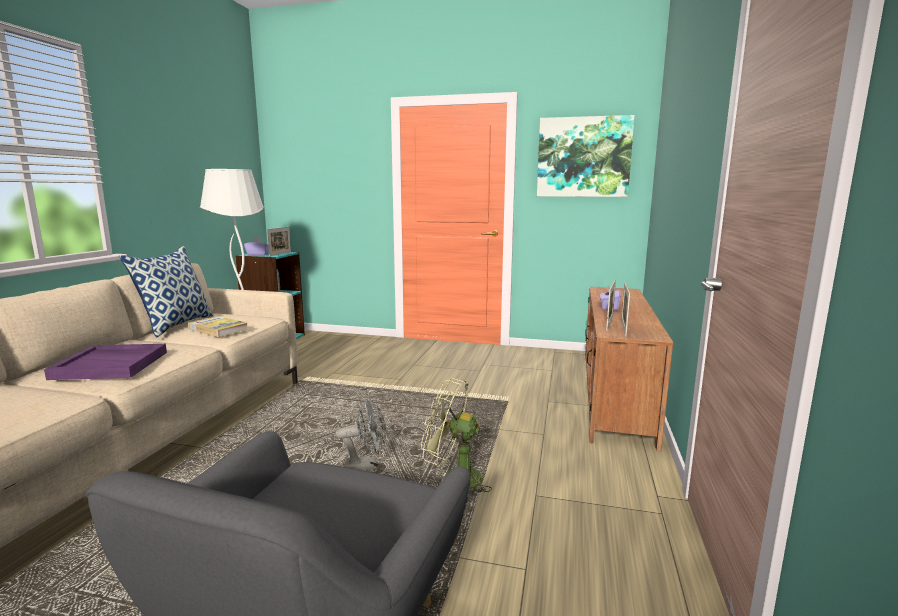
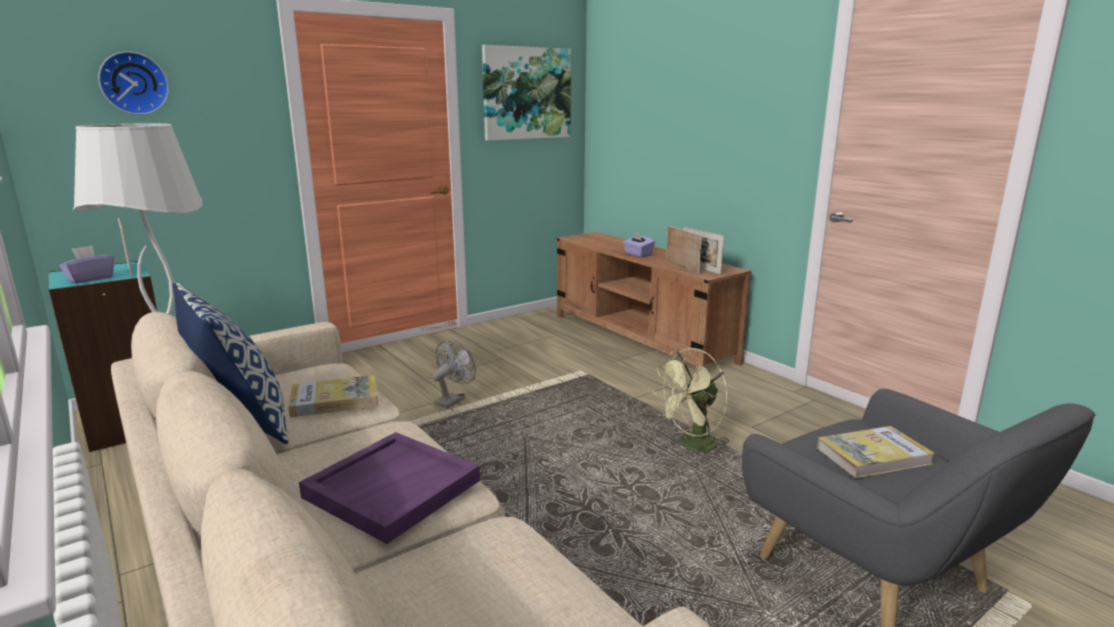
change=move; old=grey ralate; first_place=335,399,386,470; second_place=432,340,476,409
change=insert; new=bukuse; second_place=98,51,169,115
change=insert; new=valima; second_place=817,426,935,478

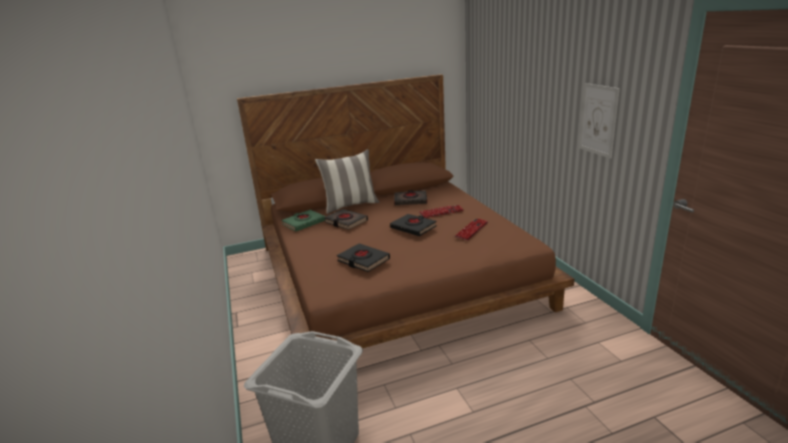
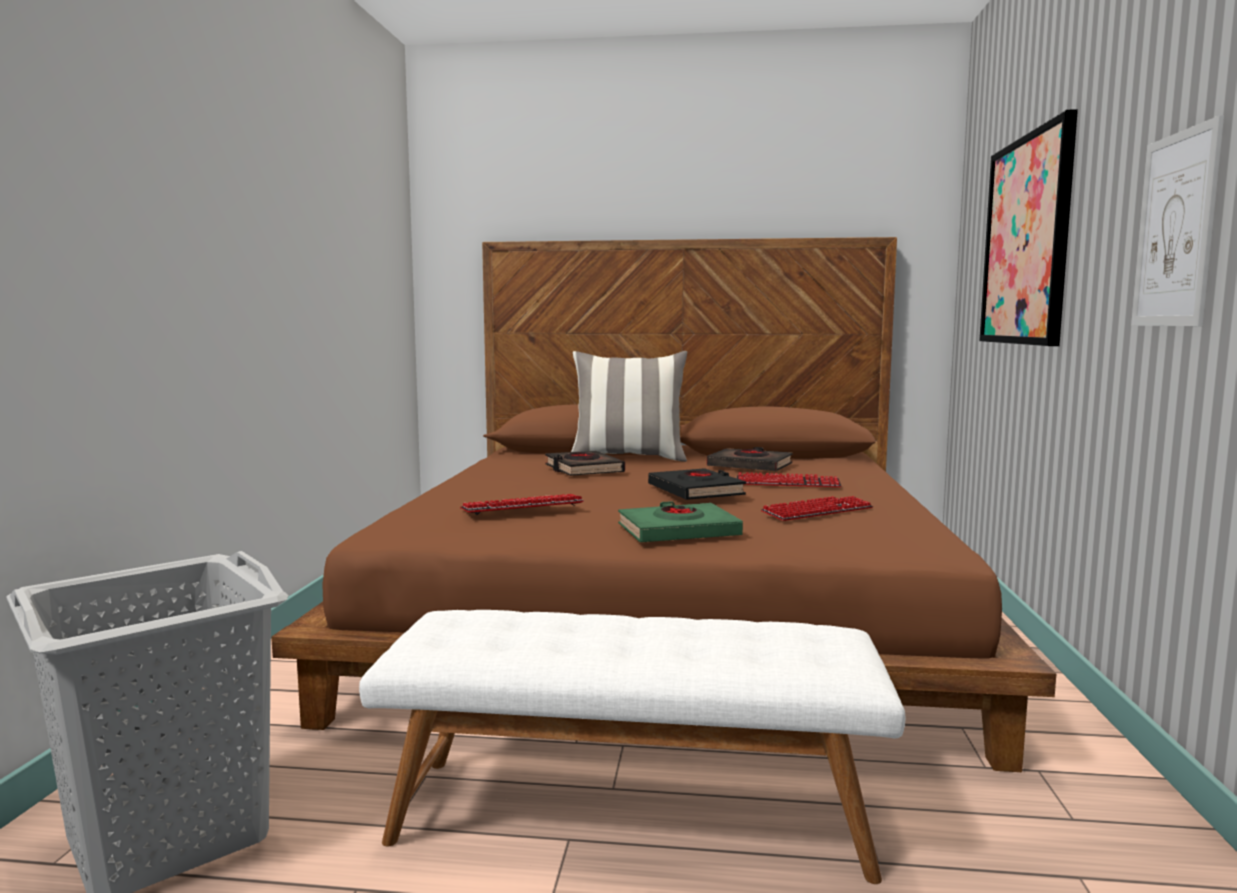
change=move; old=green valima; first_place=282,210,325,231; second_place=618,501,743,542
change=replace; old=black valima; new=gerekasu; first_place=337,244,390,272; second_place=460,494,584,515
change=insert; new=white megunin; second_place=359,610,905,884
change=insert; new=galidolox; second_place=979,109,1078,346

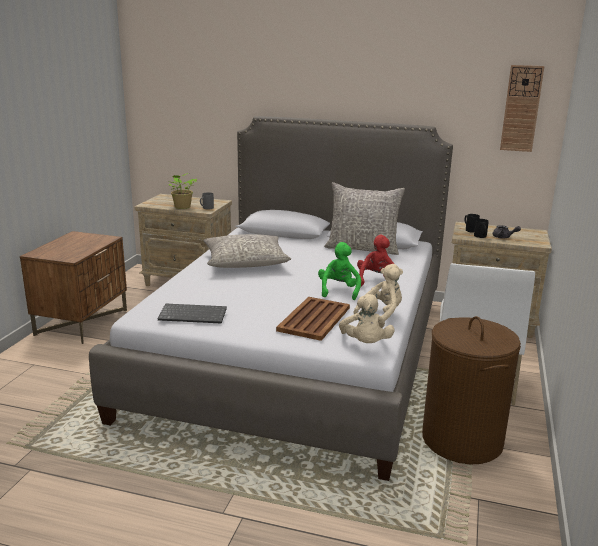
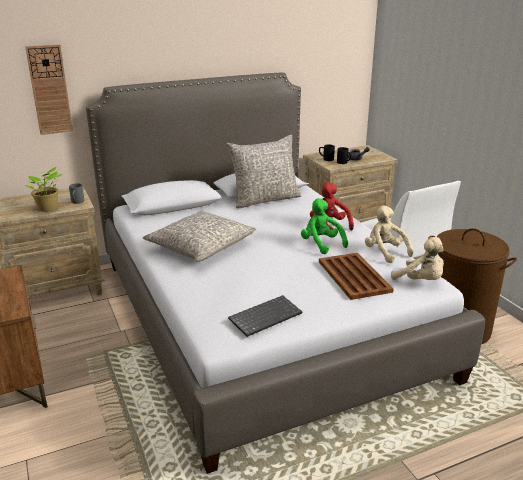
change=rotate; old=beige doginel; first_place=353,264,403,321; second_place=365,205,414,263; degrees=-45
change=move; old=bukuse; first_place=500,65,545,152; second_place=25,44,73,135

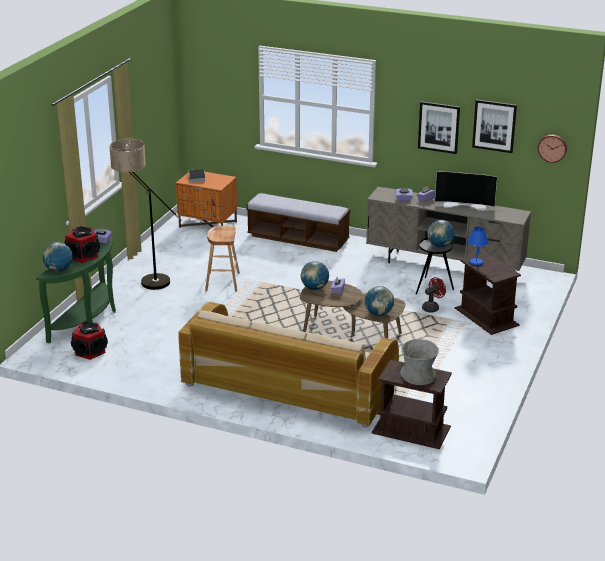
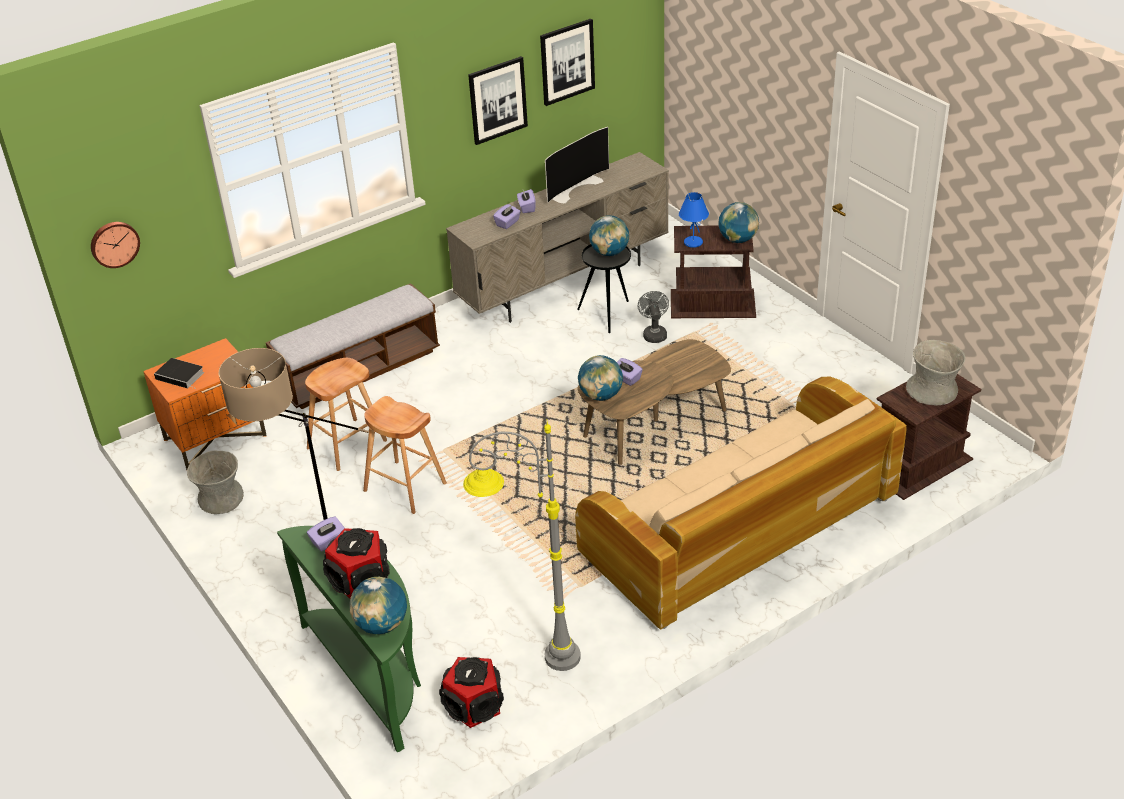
change=move; old=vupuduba; first_place=365,286,394,316; second_place=718,202,759,243
change=recolor; old=red ralate; new=grey ralate; first_place=422,277,446,313; second_place=638,291,669,343
change=move; old=bukuse; first_place=538,135,567,163; second_place=91,222,140,268
change=insert; new=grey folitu; second_place=187,451,244,514
change=insert; new=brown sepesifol; second_place=305,358,387,471
change=insert; new=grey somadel; second_place=463,419,581,671

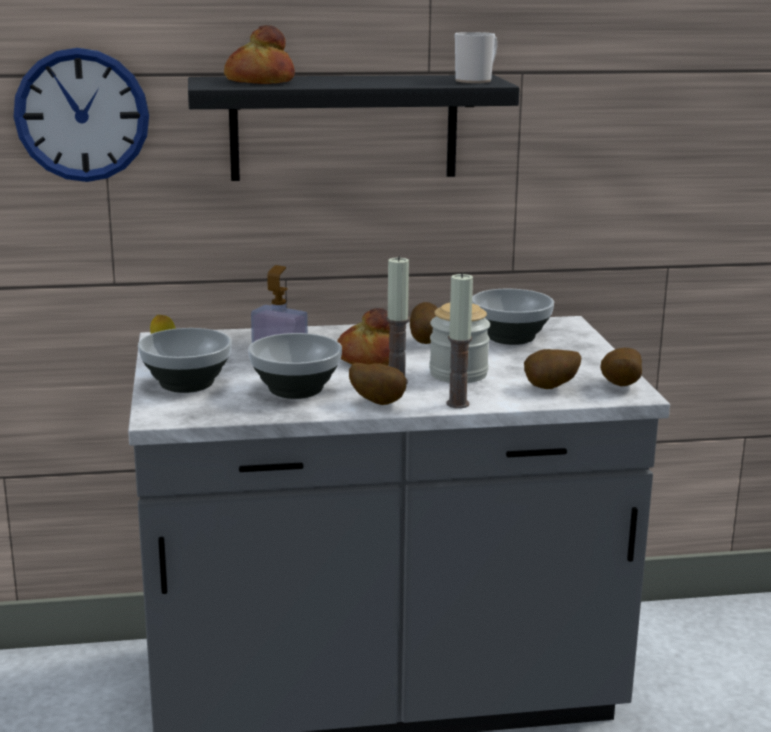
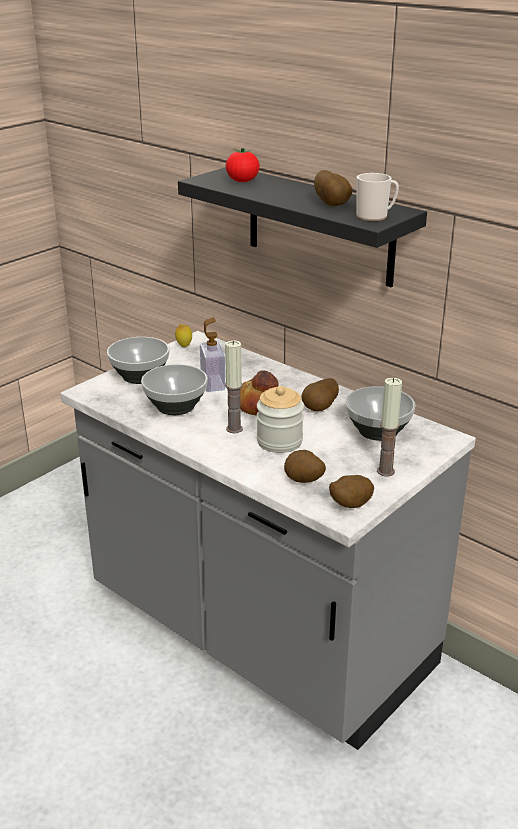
change=delete; old=bukuse; first_place=14,48,149,182
change=replace; old=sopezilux; new=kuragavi; first_place=224,25,295,84; second_place=226,147,260,182
change=move; old=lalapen; first_place=349,363,406,405; second_place=314,170,352,206
change=move; old=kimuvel; first_place=446,272,473,408; second_place=377,378,402,477

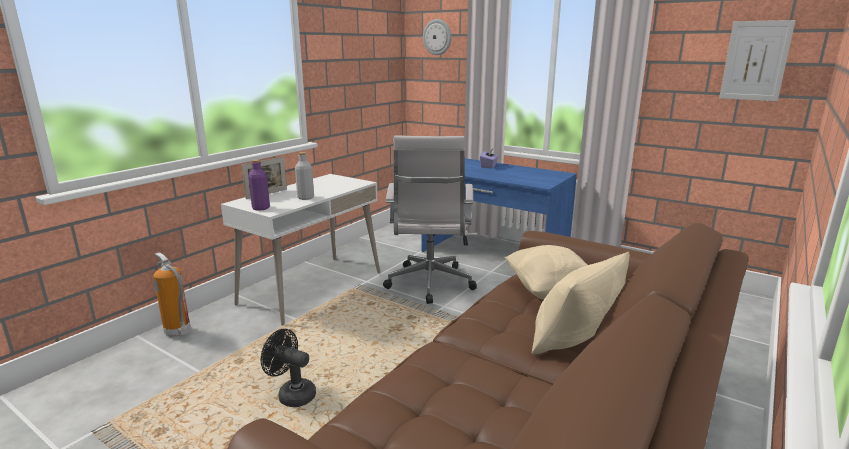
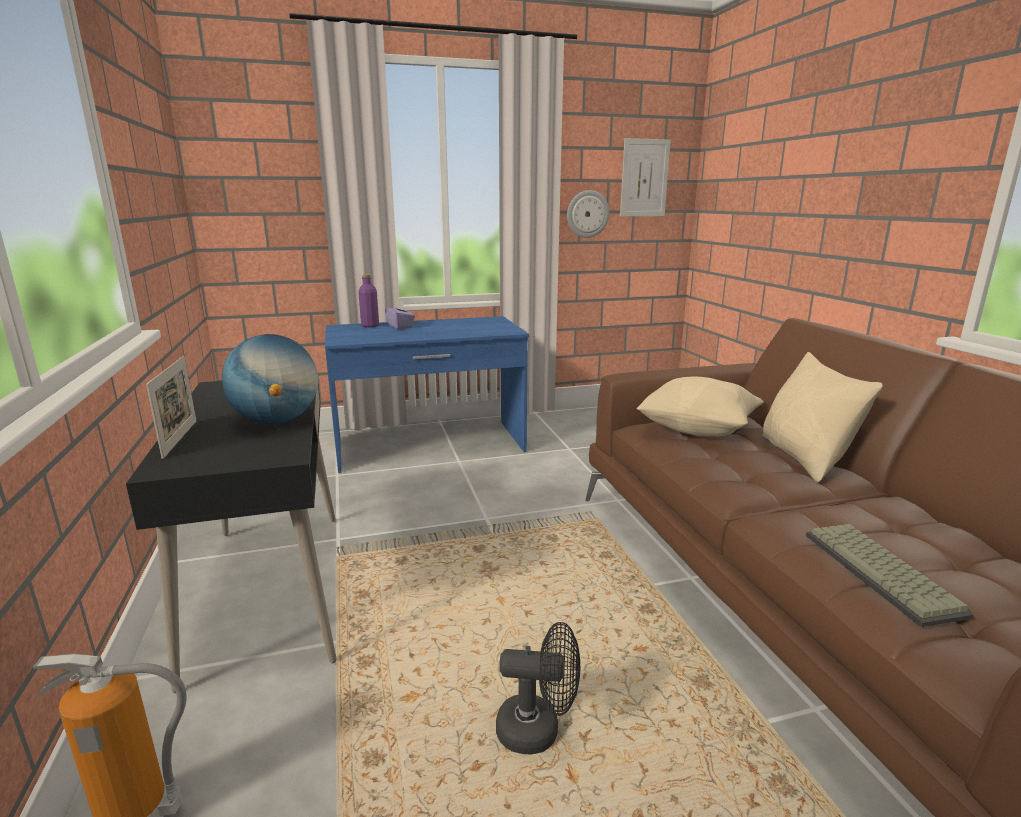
change=recolor; old=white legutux; new=black legutux; first_place=221,174,380,325; second_place=126,381,336,693
change=move; old=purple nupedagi; first_place=248,159,270,211; second_place=358,274,379,328
change=rotate; old=black ralate; first_place=261,329,316,407; second_place=496,622,580,754; degrees=-150
change=replace; old=grey nupedagi; new=vupuduba; first_place=295,152,314,200; second_place=222,334,318,424
change=delete; old=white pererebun; first_place=383,136,477,304
change=move; old=bukuse; first_place=423,19,452,55; second_place=567,190,609,238
change=insert; new=gerekasu; second_place=806,524,974,627

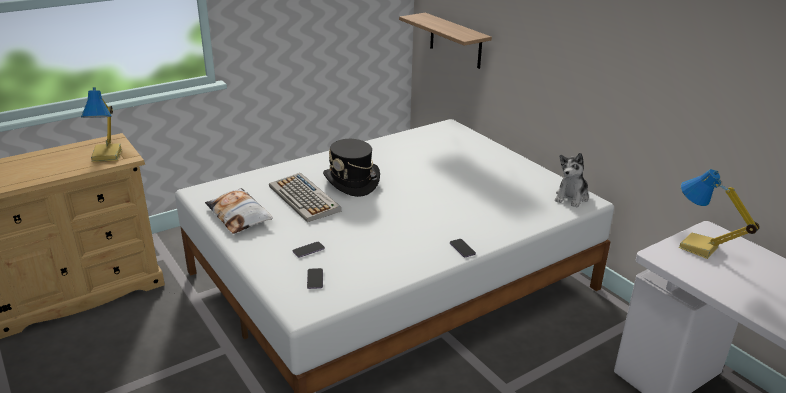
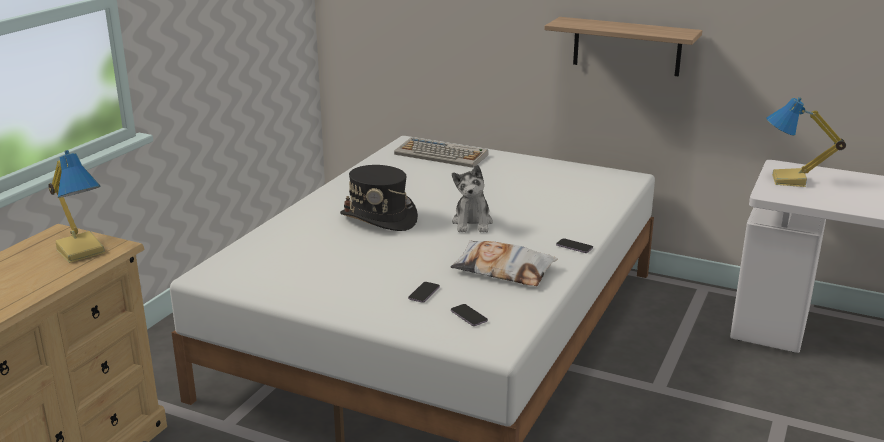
change=move; old=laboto; first_place=205,188,273,234; second_place=451,241,557,286
change=move; old=gerekasu; first_place=269,173,341,222; second_place=394,137,488,168
change=move; old=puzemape; first_place=399,13,492,69; second_place=544,17,702,76
change=move; old=doginel; first_place=555,153,589,208; second_place=452,164,493,232

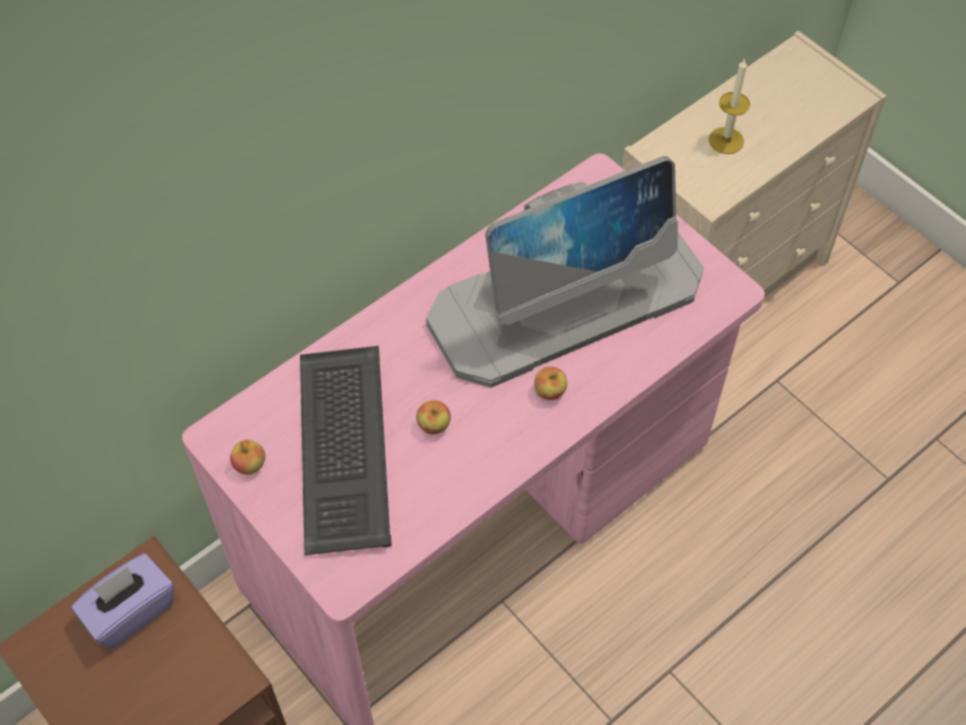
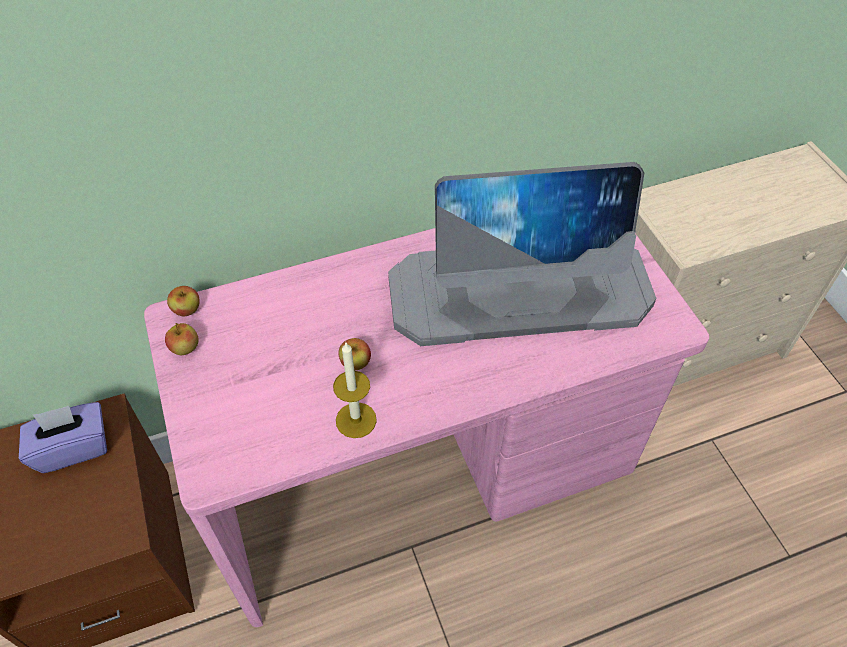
change=delete; old=gerekasu; first_place=300,346,392,555
change=move; old=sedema; first_place=534,367,567,400; second_place=167,286,200,317
change=move; old=kimuvel; first_place=709,58,750,154; second_place=333,343,377,438

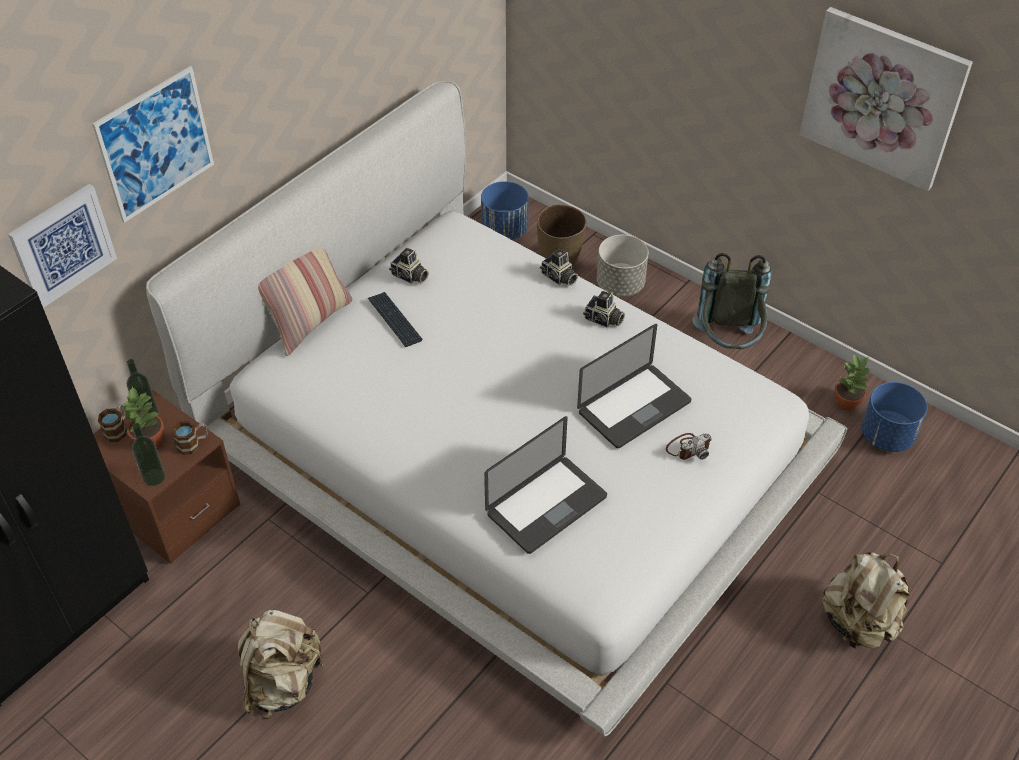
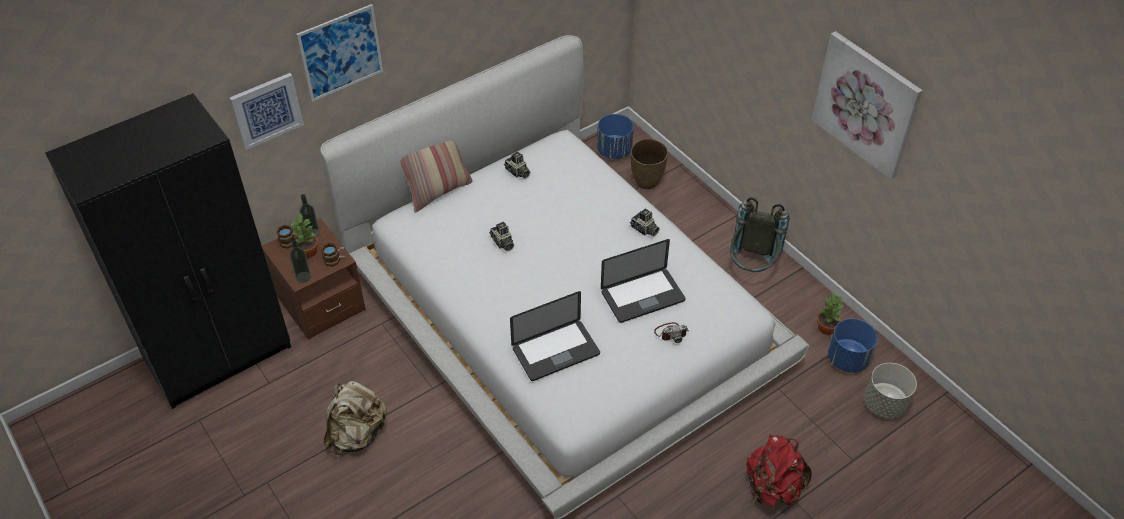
change=delete; old=gerekasu; first_place=368,292,423,347
change=move; old=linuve; first_place=540,249,578,286; second_place=489,222,514,251
change=move; old=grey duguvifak; first_place=597,235,649,297; second_place=864,363,917,419
change=recolor; old=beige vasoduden; new=red vasoduden; first_place=822,552,909,649; second_place=746,435,812,506

